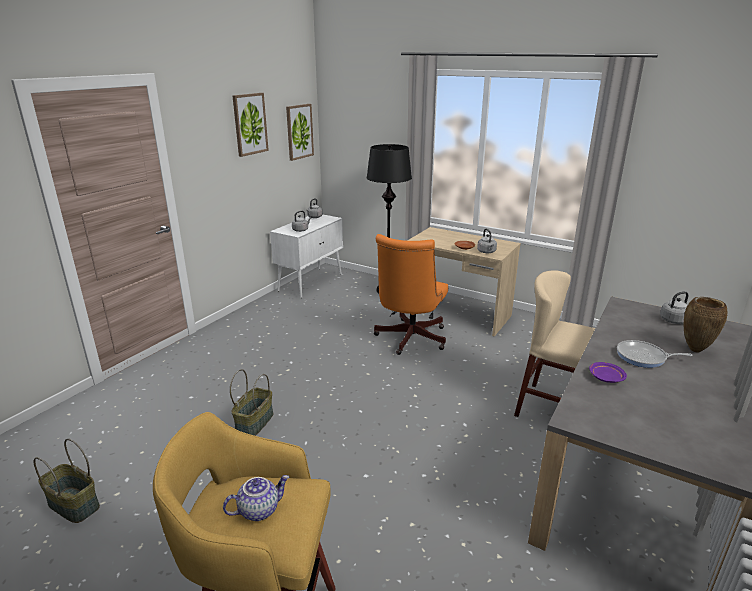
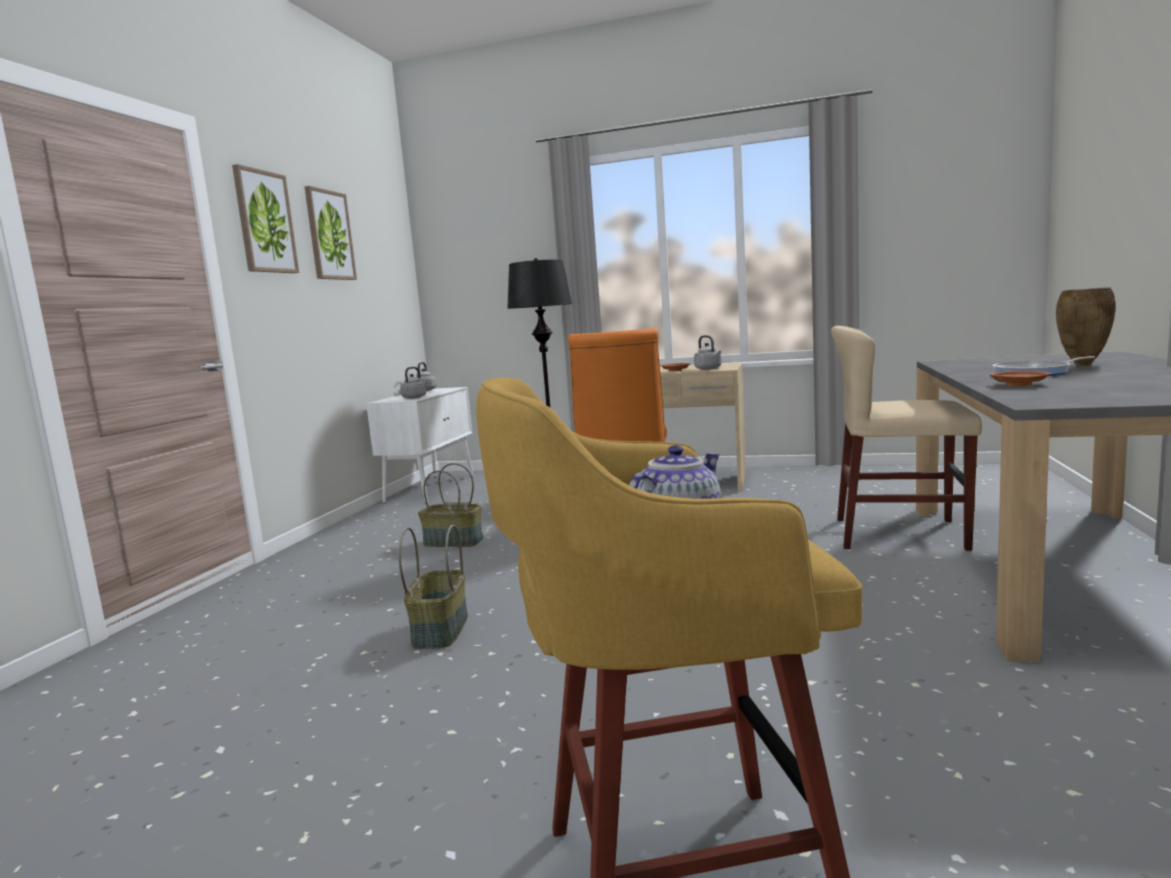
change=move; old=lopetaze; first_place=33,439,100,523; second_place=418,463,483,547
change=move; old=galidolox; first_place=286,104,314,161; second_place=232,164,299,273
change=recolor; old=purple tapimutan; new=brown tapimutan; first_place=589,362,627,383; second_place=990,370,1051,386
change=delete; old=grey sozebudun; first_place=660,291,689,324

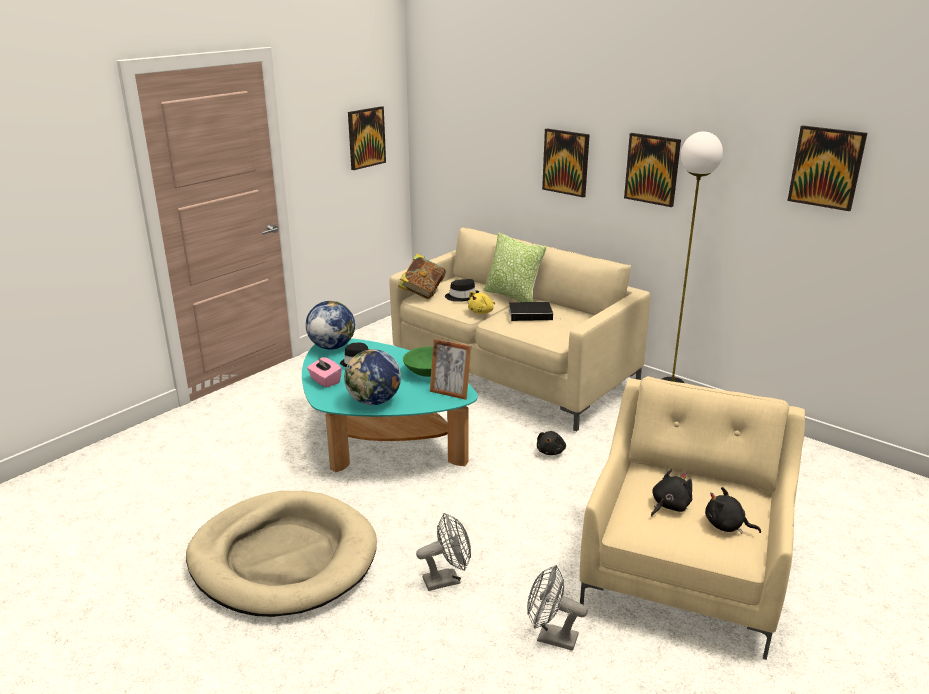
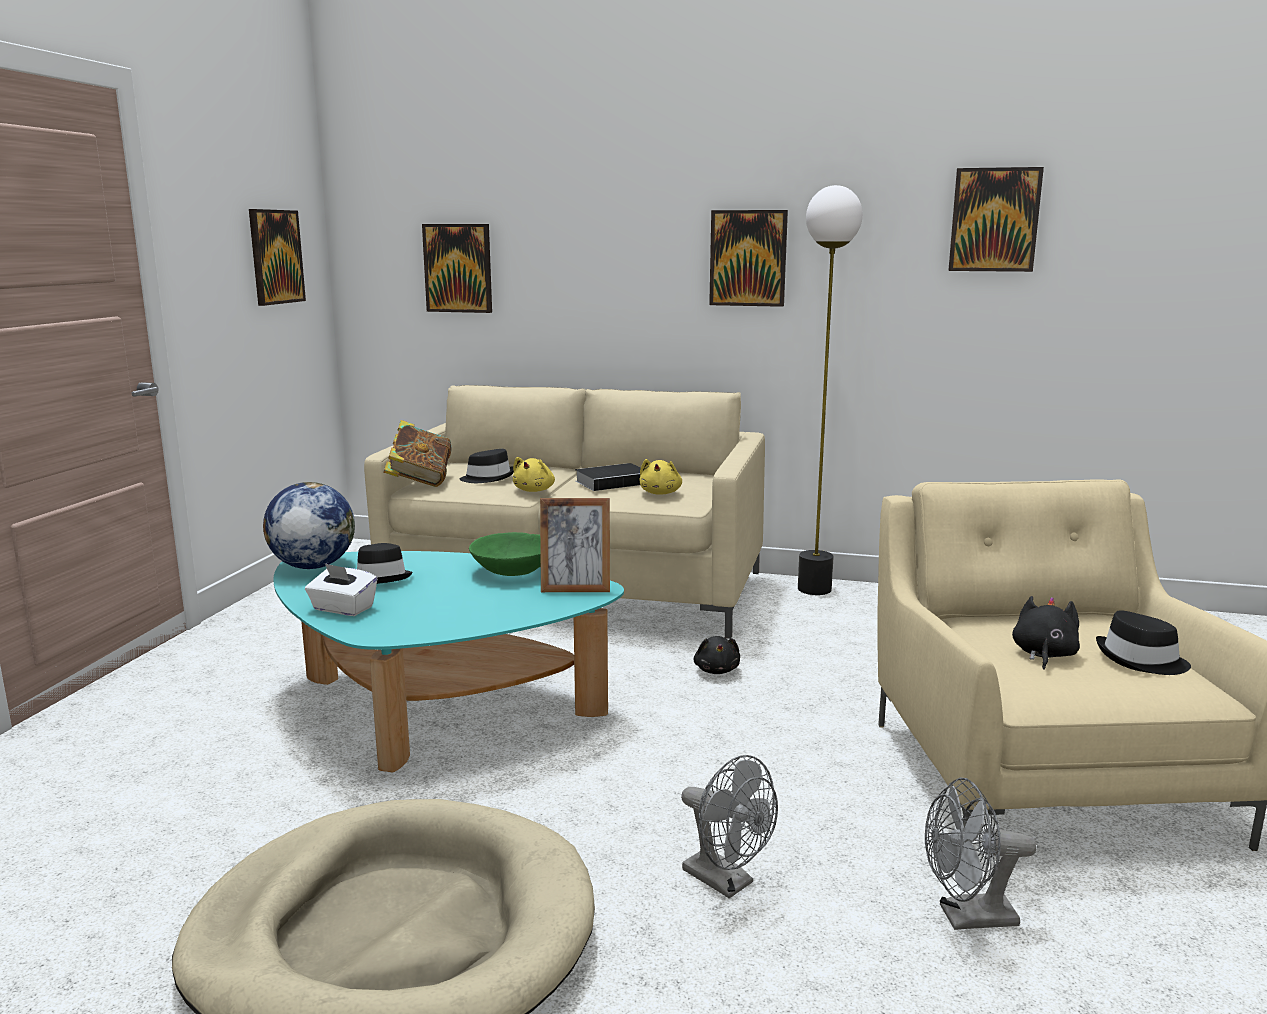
change=recolor; old=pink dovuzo; new=white dovuzo; first_place=307,357,342,388; second_place=305,563,377,616
change=delete; old=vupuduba; first_place=344,349,401,405
change=rotate; old=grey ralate; first_place=416,513,471,591; second_place=681,755,778,898; degrees=90
change=delete; old=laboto; first_place=483,232,547,302
change=move; old=galidolox; first_place=542,128,590,197; second_place=422,224,492,313
change=replace; old=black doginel; new=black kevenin; first_place=705,487,761,534; second_place=1096,610,1191,675
change=insert; new=yellow doginel; second_place=640,459,682,495

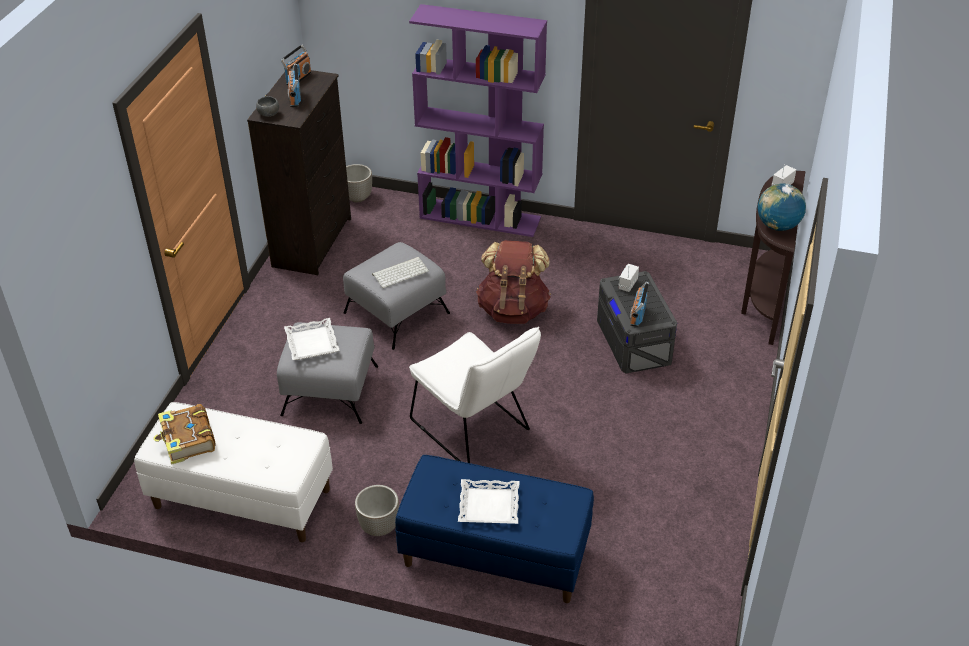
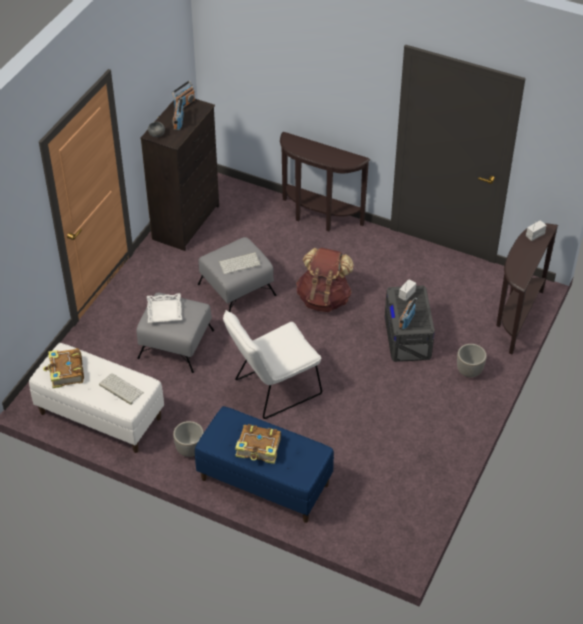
change=move; old=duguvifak; first_place=346,164,372,202; second_place=457,344,486,377
change=replace; old=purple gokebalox; new=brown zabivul; first_place=409,4,547,237; second_place=280,132,370,231
change=rotate; old=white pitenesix; first_place=409,326,541,463; second_place=223,310,322,419; degrees=90
change=replace; old=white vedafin; new=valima; first_place=458,479,519,524; second_place=235,424,281,464
change=delete; old=vupuduba; first_place=758,184,806,231
change=insert; new=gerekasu; second_place=99,373,144,405

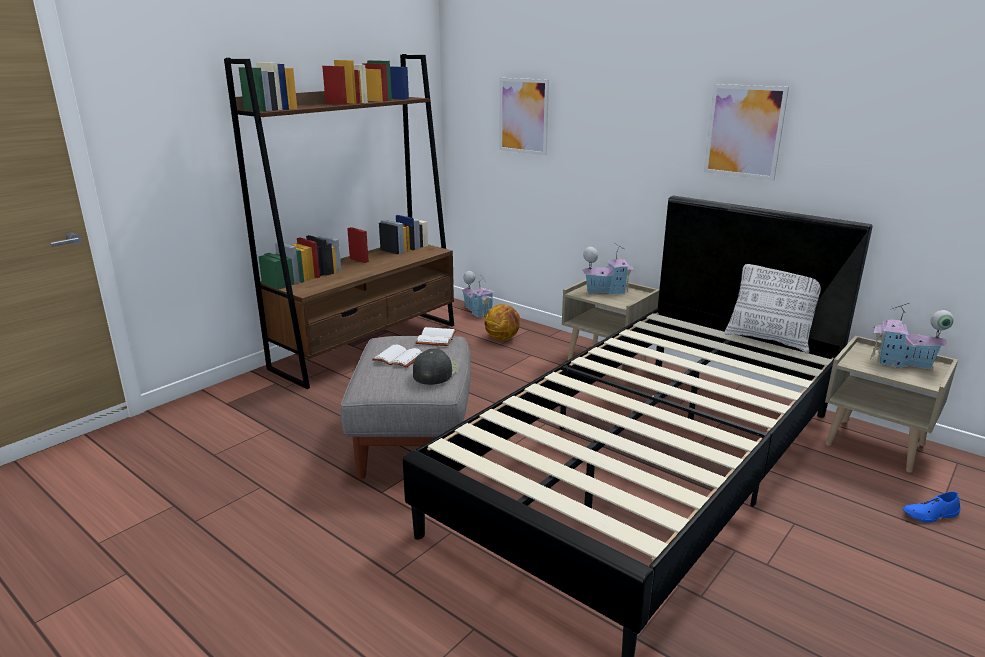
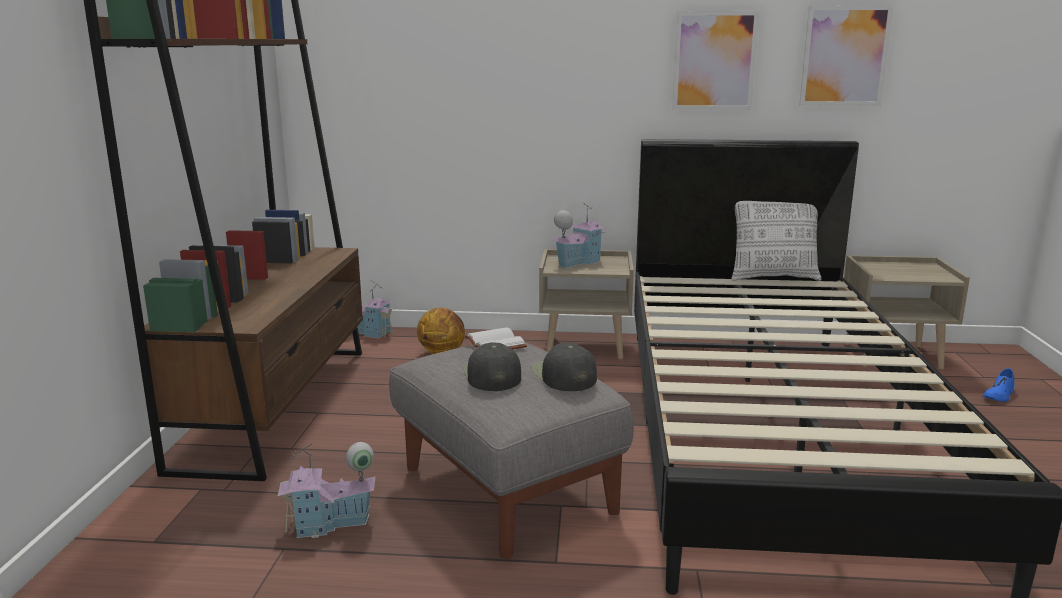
change=replace; old=white valima; new=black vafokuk; first_place=372,345,422,368; second_place=464,342,521,391
change=move; old=galidolox; first_place=500,78,549,156; second_place=799,5,894,106
change=move; old=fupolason; first_place=870,303,954,370; second_place=278,442,376,538

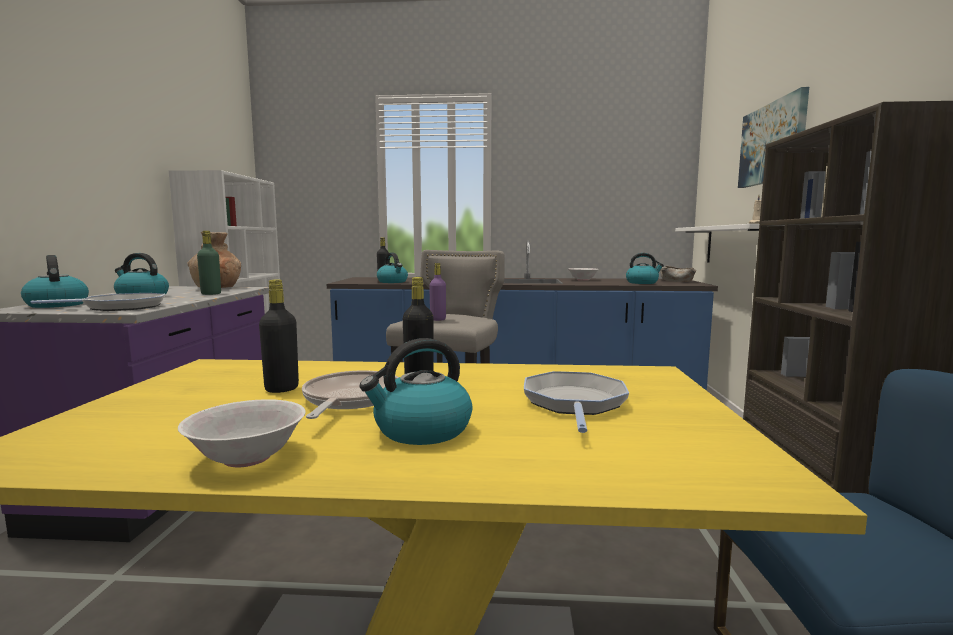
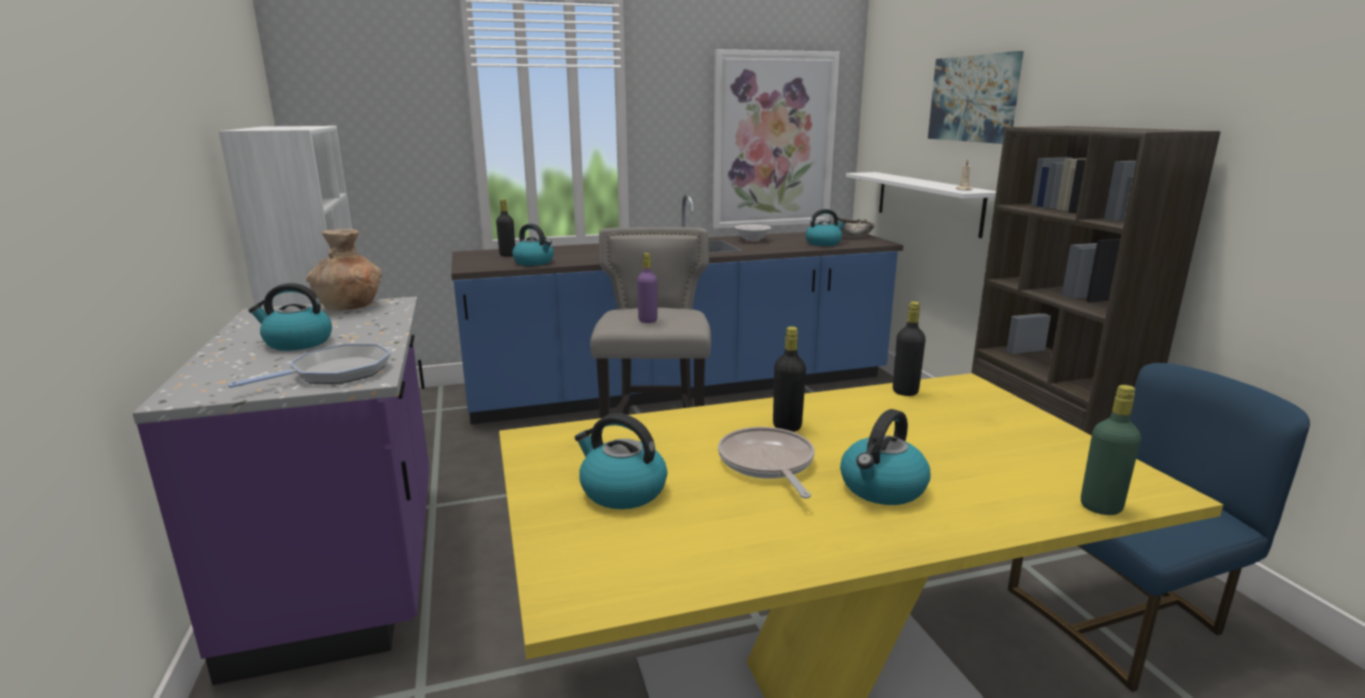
change=move; old=sozebudun; first_place=21,255,89,308; second_place=575,413,667,509
change=delete; old=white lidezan; first_place=178,399,306,467
change=move; old=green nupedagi; first_place=197,231,221,295; second_place=1081,385,1141,515
change=move; old=black nupedagi; first_place=259,279,299,393; second_place=893,301,926,396
change=delete; old=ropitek; first_place=524,371,629,433
change=insert; new=galidolox; second_place=713,49,840,229

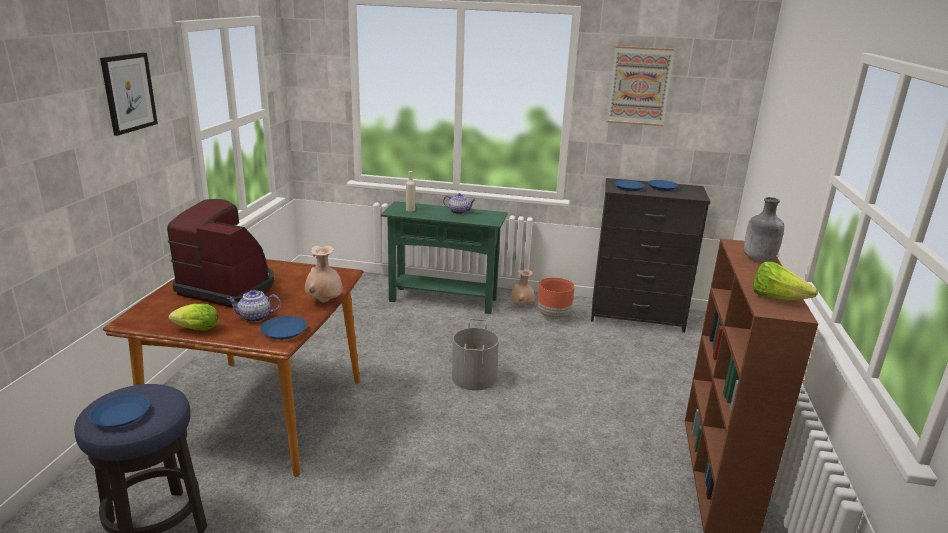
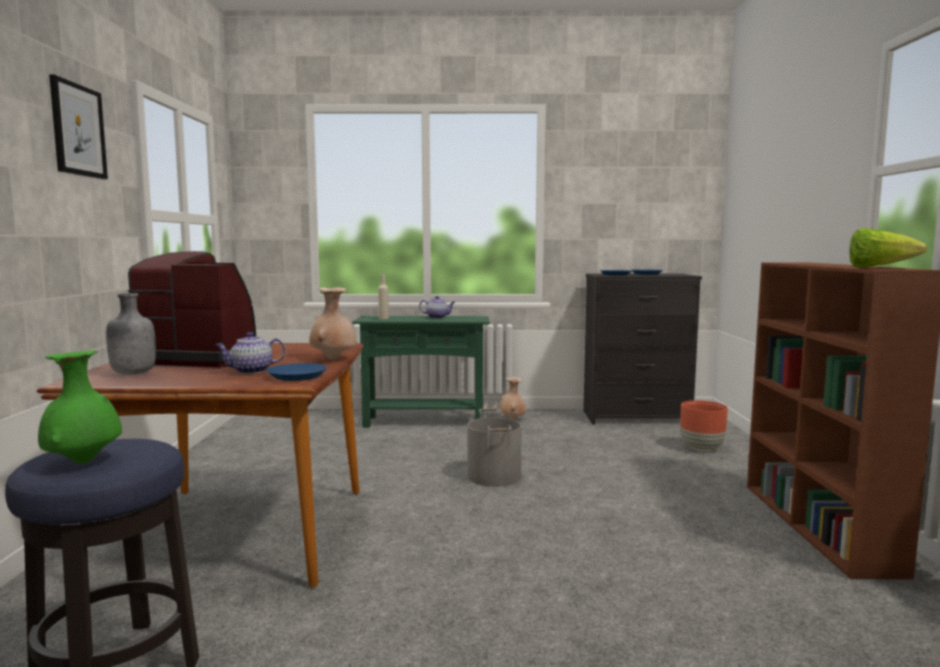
change=replace; old=blue tapimutan; new=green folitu; first_place=90,394,150,427; second_place=38,350,122,464
change=delete; old=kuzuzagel; first_place=169,304,218,330
change=move; old=brown duguvifak; first_place=538,277,575,320; second_place=680,400,728,451
change=delete; old=galidolox; first_place=607,46,675,126
change=move; old=grey nupedagi; first_place=744,197,784,261; second_place=106,293,156,375

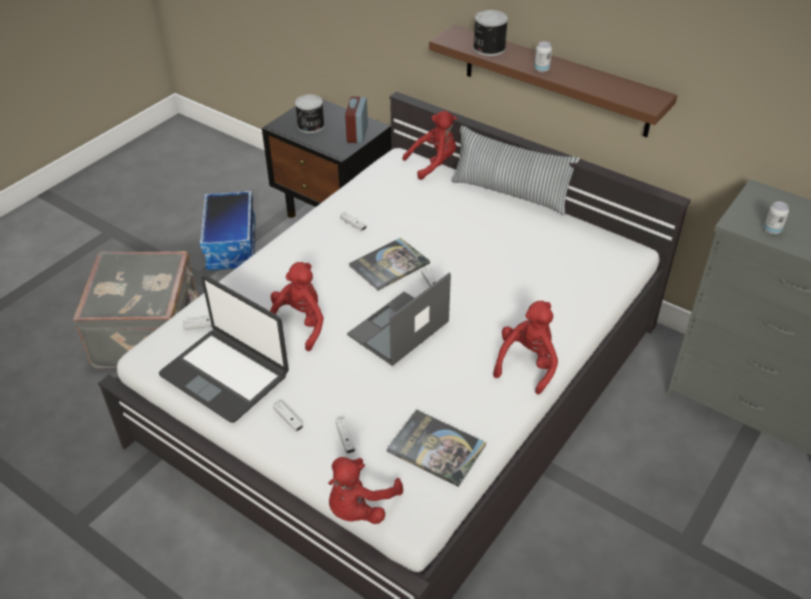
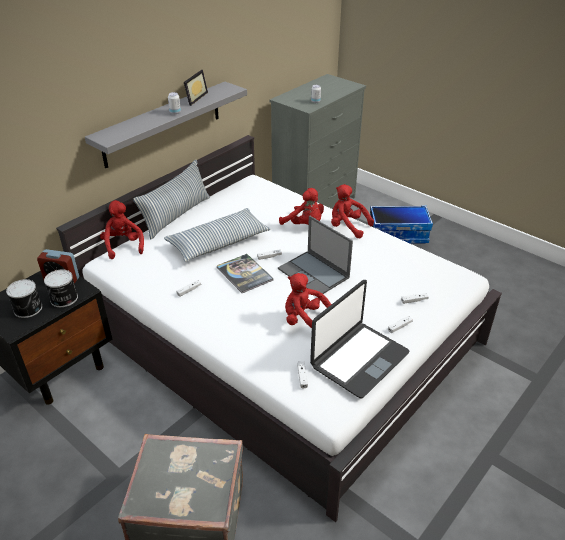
change=move; old=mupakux; first_place=200,191,255,270; second_place=370,205,433,244
change=move; old=red doginel; first_place=328,457,403,524; second_place=279,188,324,225
change=delete; old=valima; first_place=387,410,486,487
change=recolor; old=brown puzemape; new=grey puzemape; first_place=429,25,677,137; second_place=85,82,247,168
change=move; old=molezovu; first_place=473,10,508,56; second_place=44,269,78,307
change=insert; new=laboto; second_place=164,208,271,262
change=insert; new=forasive; second_place=184,70,208,106

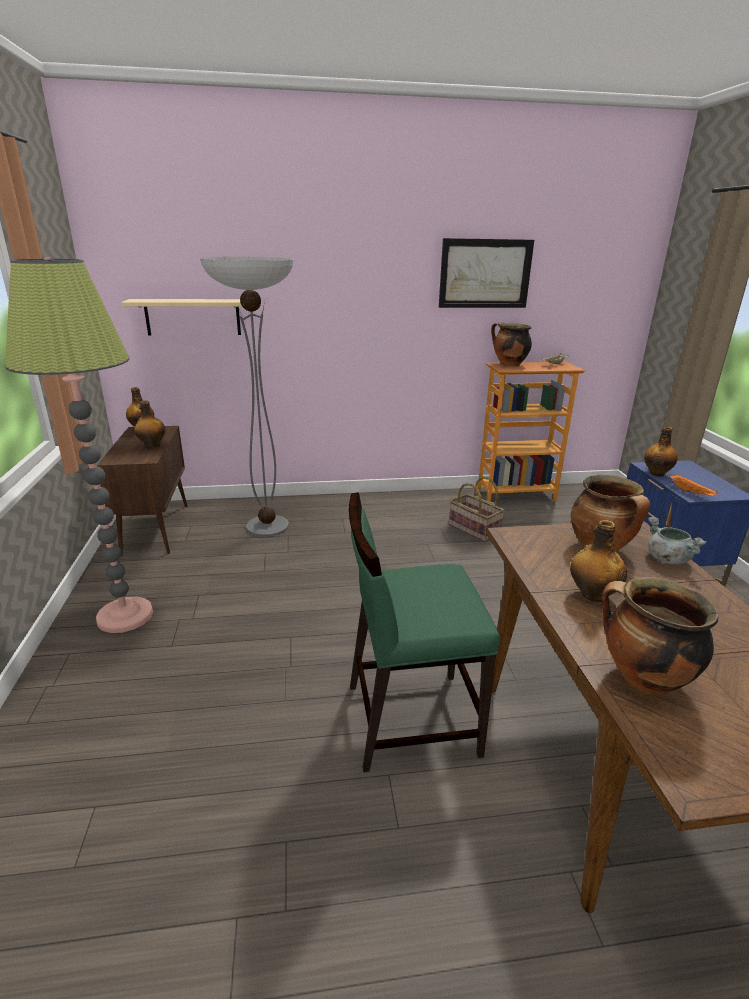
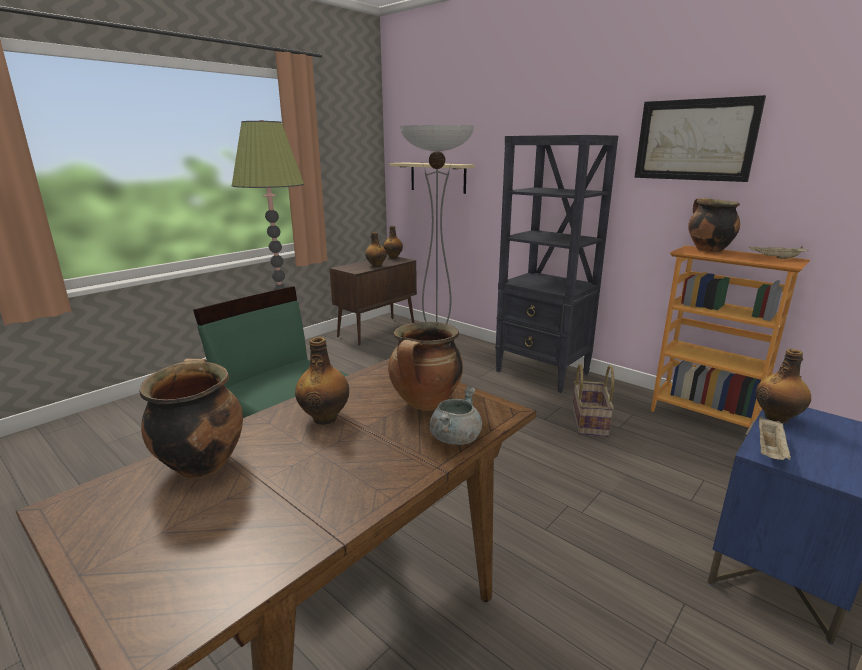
change=recolor; old=orange vedafin; new=beige vedafin; first_place=668,474,718,496; second_place=759,416,791,460
change=insert; new=black gokebalox; second_place=495,135,618,393

